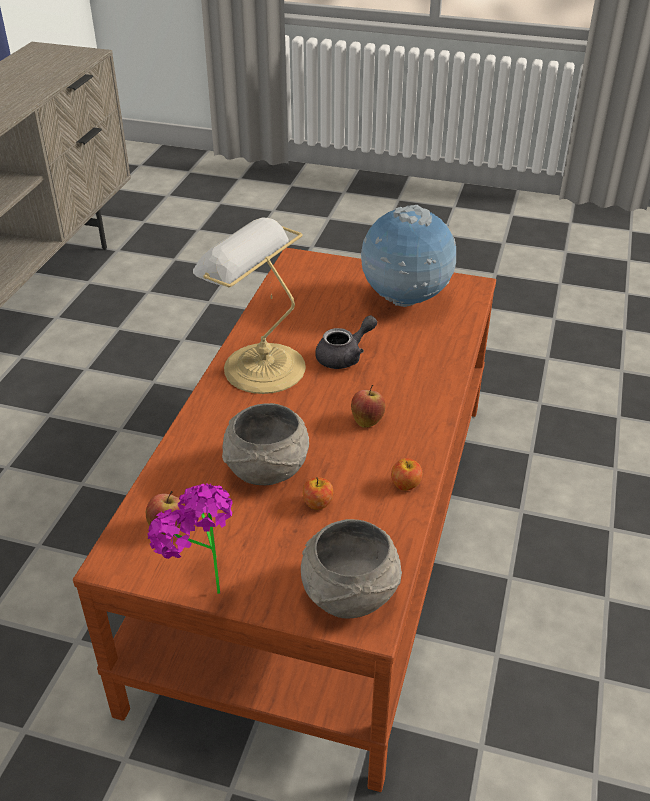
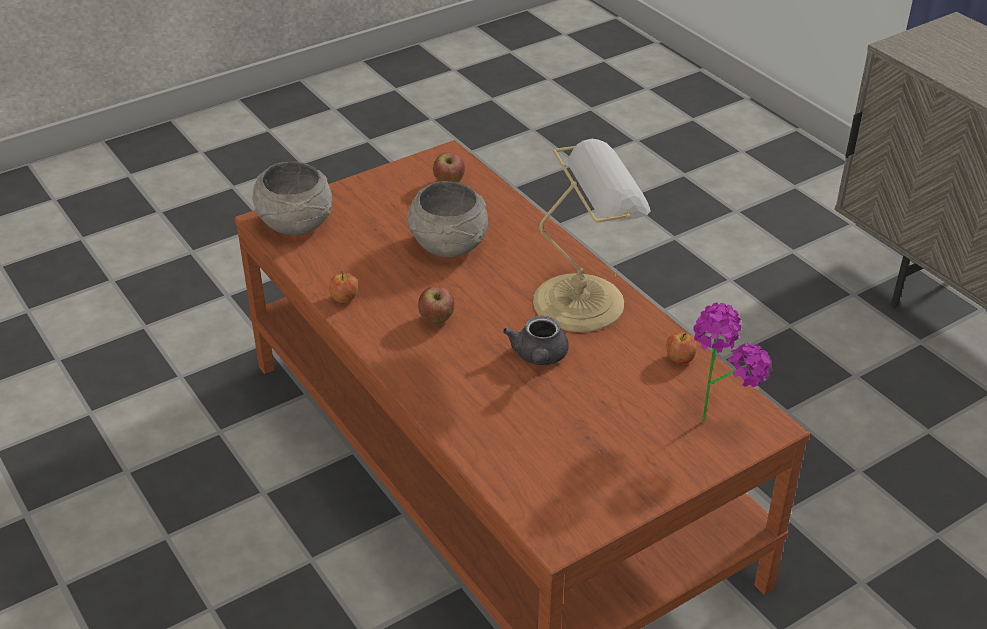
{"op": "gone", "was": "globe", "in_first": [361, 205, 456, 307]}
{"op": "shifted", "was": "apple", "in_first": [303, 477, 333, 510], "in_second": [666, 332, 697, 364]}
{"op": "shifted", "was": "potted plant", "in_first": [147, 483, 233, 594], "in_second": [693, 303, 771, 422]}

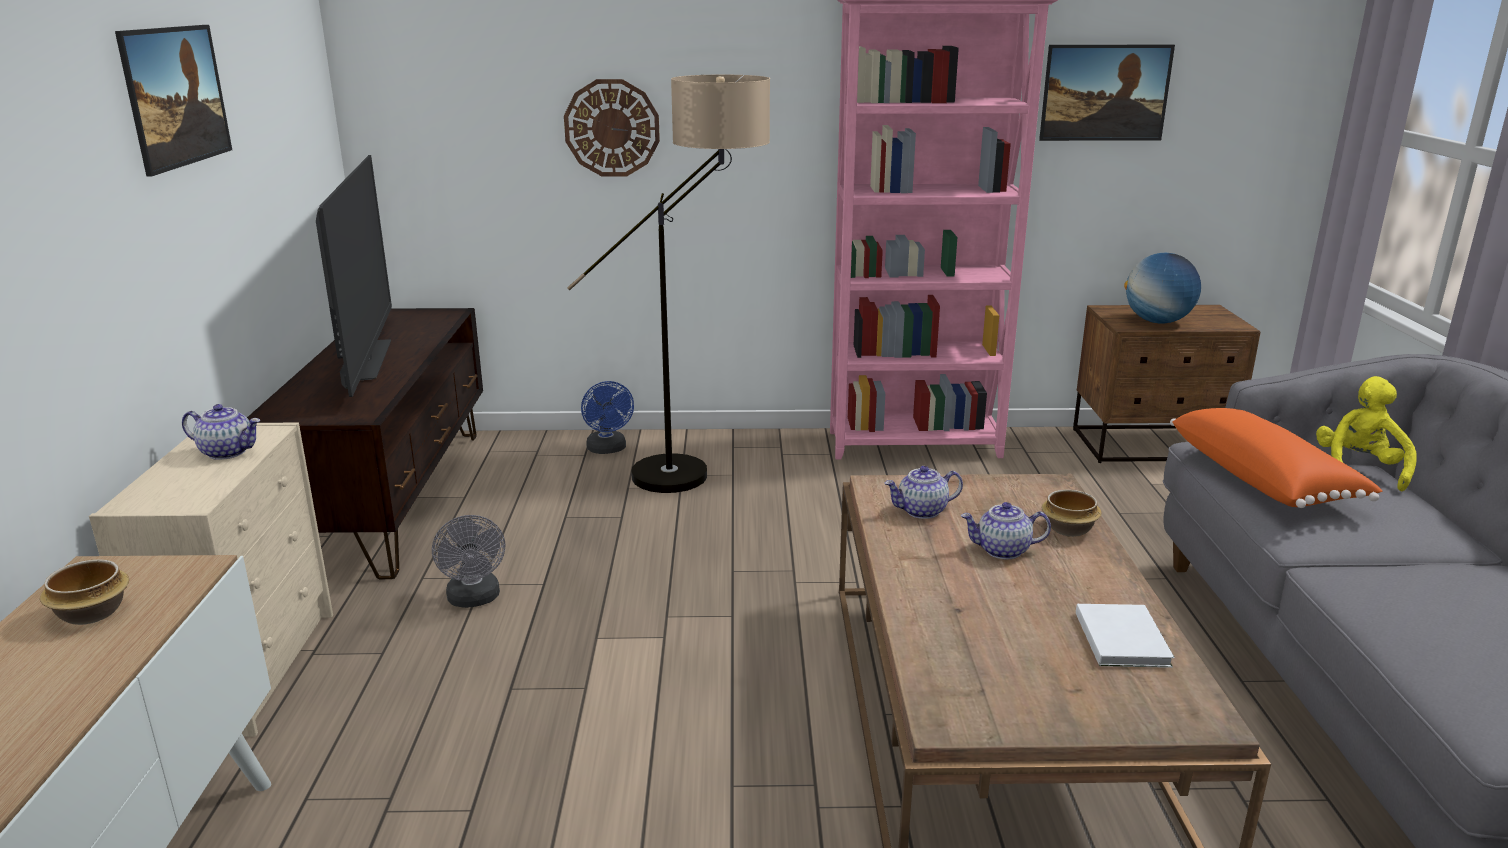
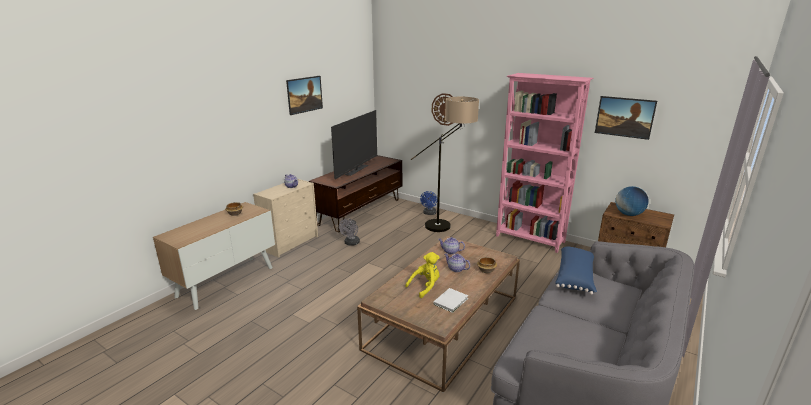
{"op": "shifted", "was": "plush toy in yellow", "in_first": [1316, 376, 1417, 491], "in_second": [405, 252, 440, 298]}
{"op": "repainted", "was": "pillow in orange", "now": "pillow in blue", "in_first": [1170, 408, 1382, 508], "in_second": [555, 246, 597, 295]}

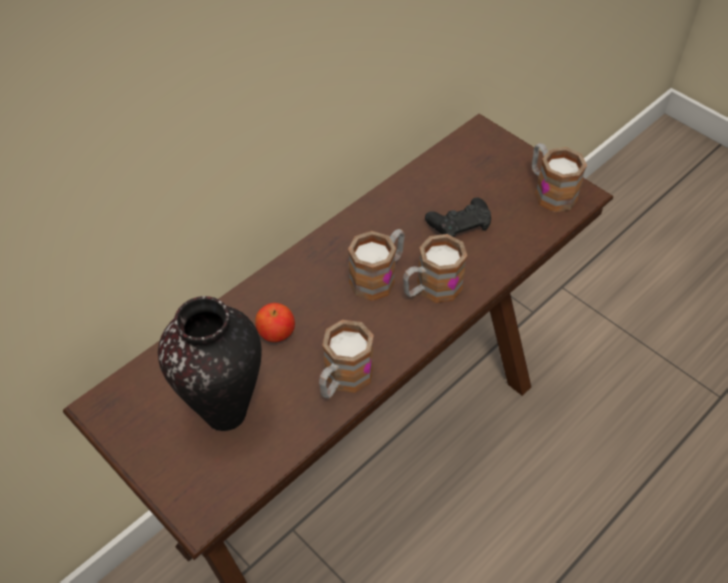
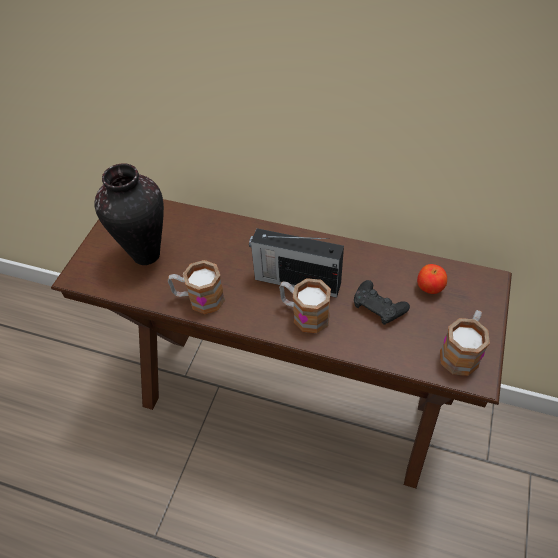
{"op": "swapped", "was": "mug", "now": "radio", "in_first": [348, 229, 405, 301], "in_second": [249, 228, 344, 298]}
{"op": "shifted", "was": "apple", "in_first": [255, 303, 295, 342], "in_second": [417, 264, 447, 294]}

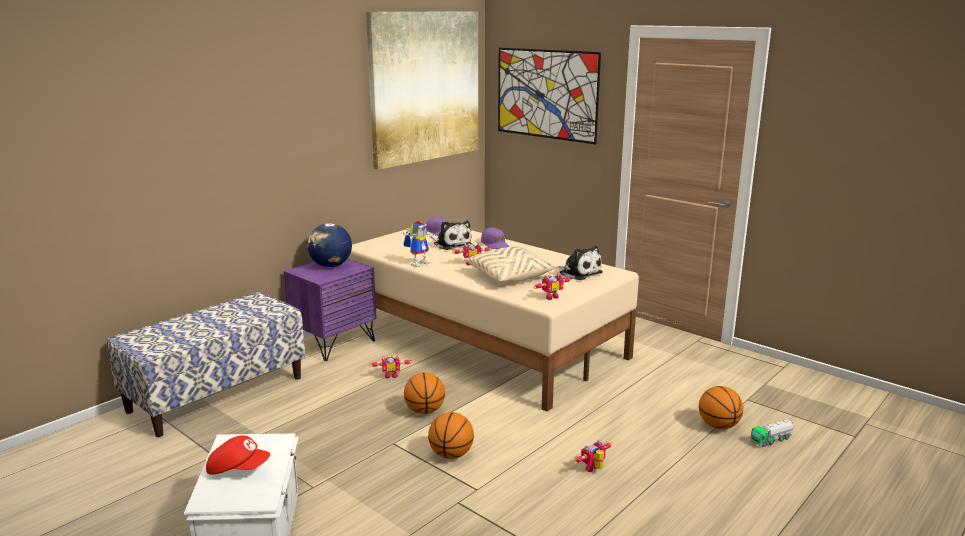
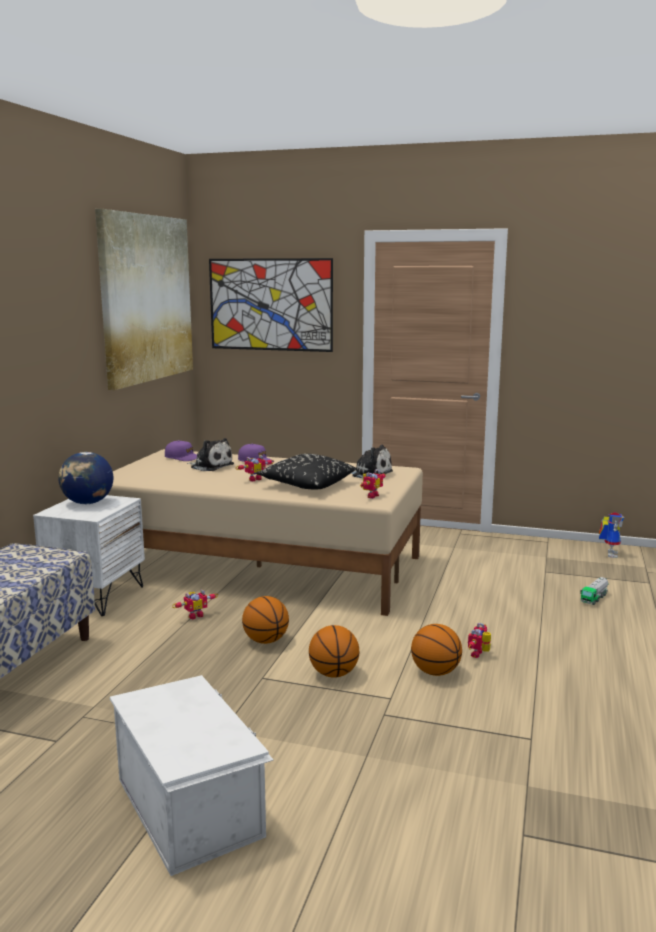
{"op": "shifted", "was": "toy robot", "in_first": [403, 221, 437, 267], "in_second": [599, 512, 624, 558]}
{"op": "repainted", "was": "pillow in beige", "now": "pillow in black", "in_first": [464, 246, 556, 283], "in_second": [256, 454, 356, 489]}
{"op": "repainted", "was": "nightstand in purple", "now": "nightstand in white", "in_first": [284, 259, 377, 361], "in_second": [33, 495, 145, 616]}
{"op": "shifted", "was": "basketball", "in_first": [699, 386, 743, 429], "in_second": [411, 624, 462, 676]}
{"op": "gone", "was": "cap in red", "in_first": [206, 435, 270, 474]}

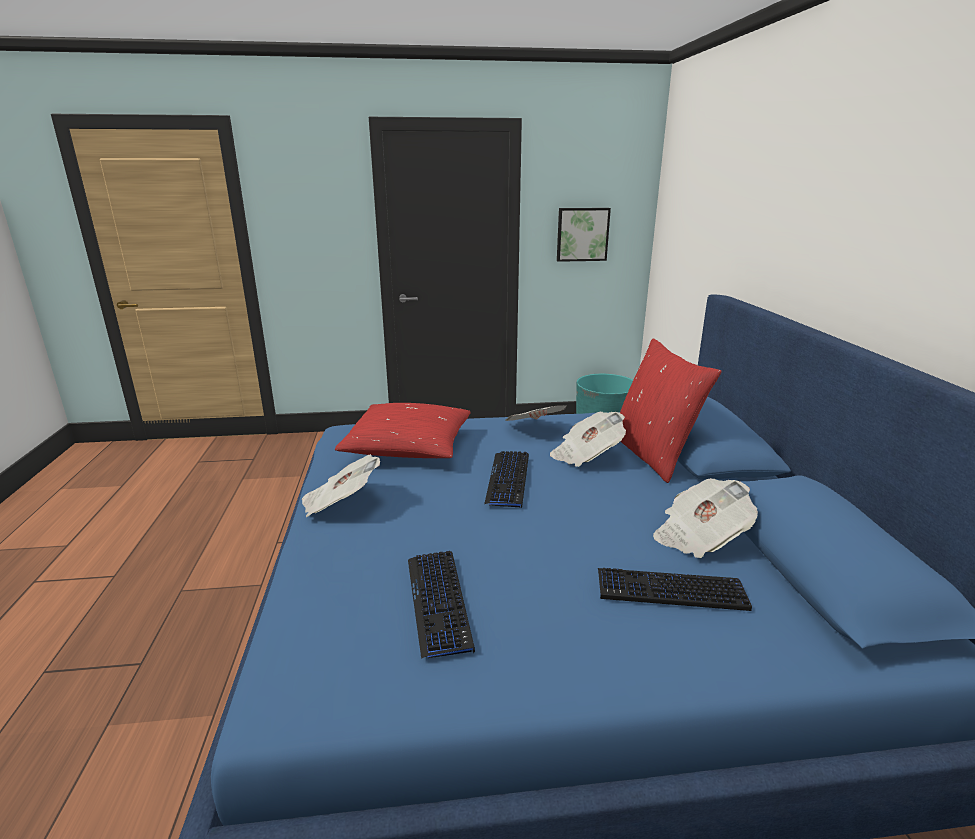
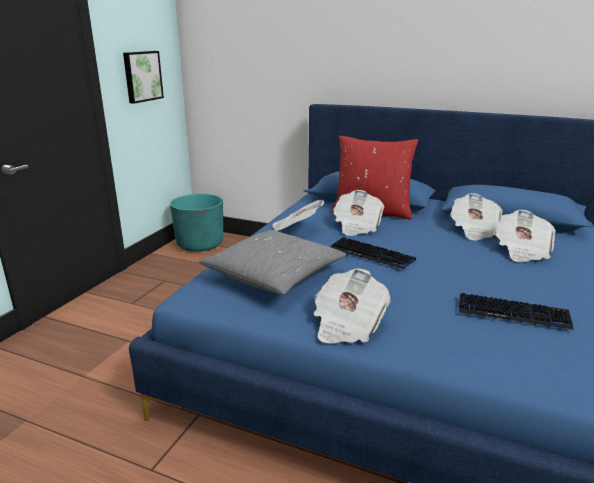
{"op": "repainted", "was": "pillow in red", "now": "pillow in grey", "in_first": [335, 403, 471, 458], "in_second": [199, 230, 347, 295]}
{"op": "swapped", "was": "keyboard", "now": "newspaper", "in_first": [598, 568, 752, 611], "in_second": [495, 210, 556, 262]}

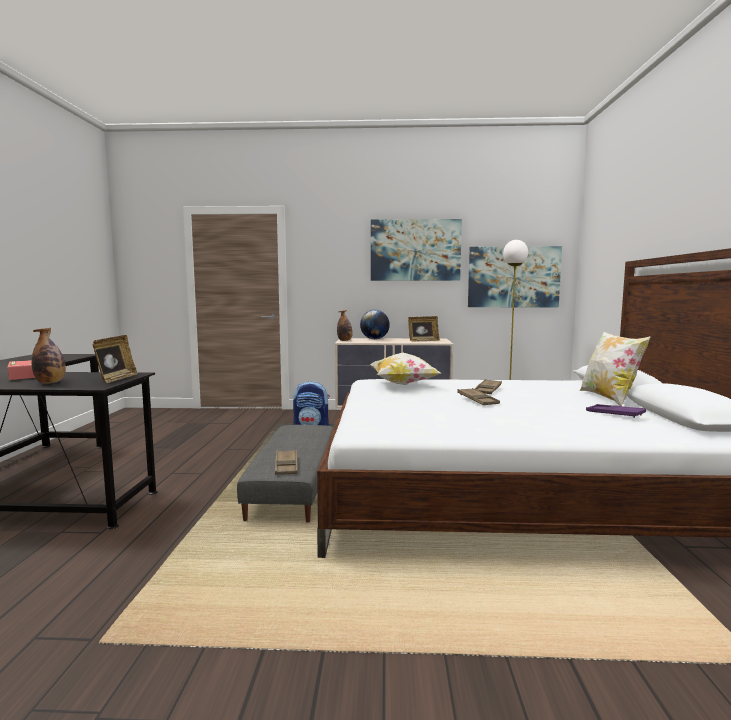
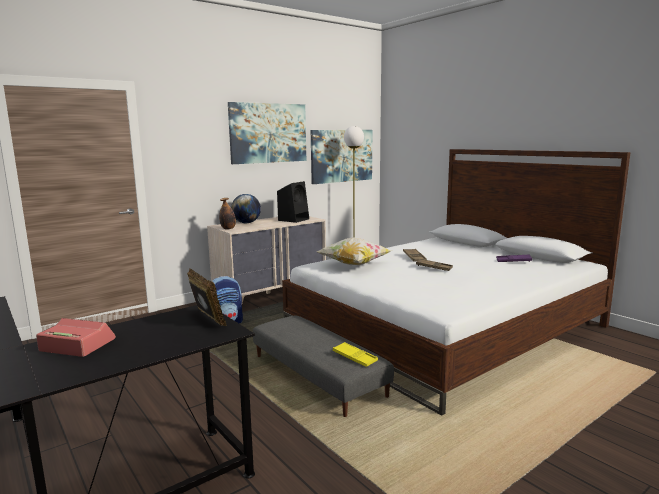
{"op": "swapped", "was": "picture frame", "now": "speaker in black", "in_first": [408, 316, 440, 342], "in_second": [277, 181, 309, 223]}
{"op": "gone", "was": "bottle", "in_first": [31, 328, 66, 384]}
{"op": "gone", "was": "pillow", "in_first": [580, 331, 651, 406]}
{"op": "repainted", "was": "tray in brown", "now": "tray in yellow", "in_first": [275, 450, 298, 475], "in_second": [333, 342, 378, 367]}

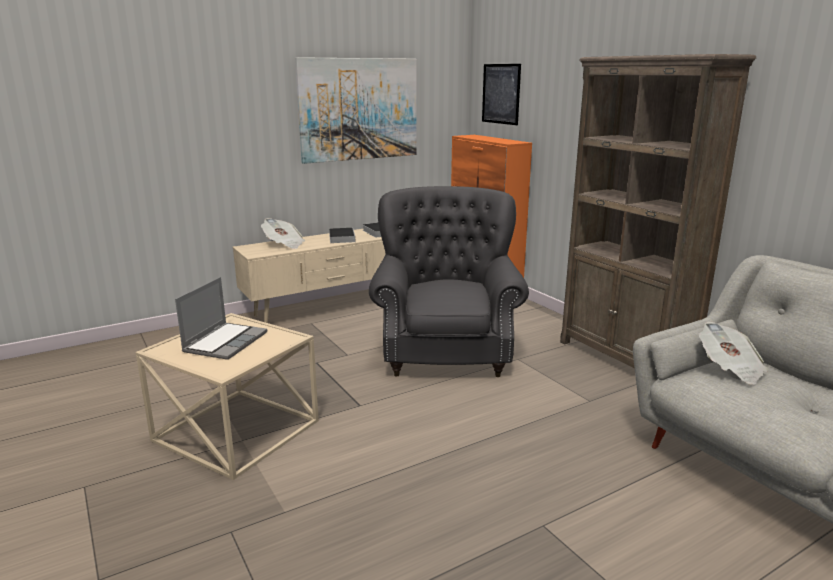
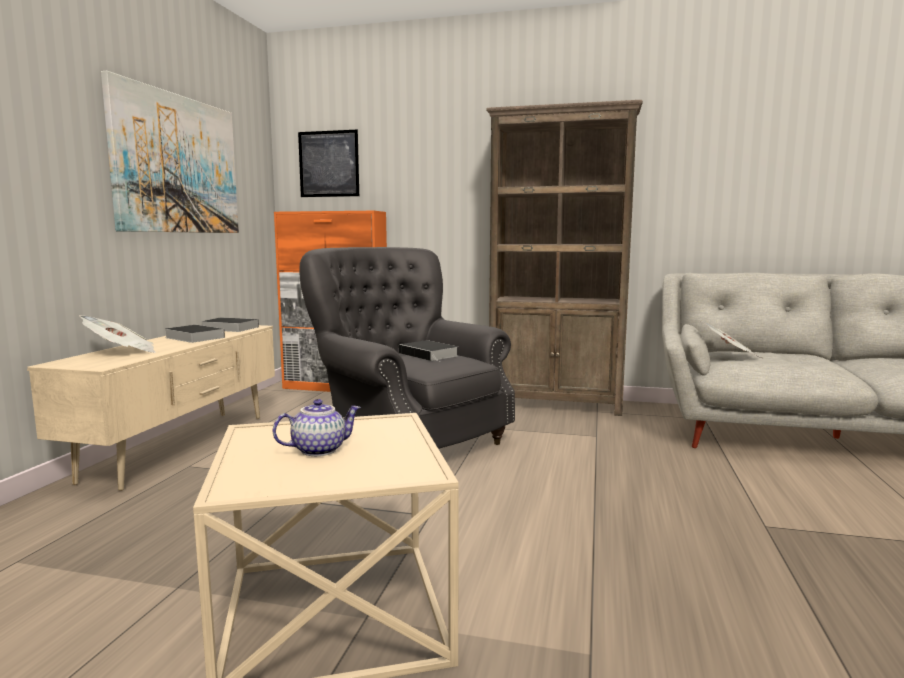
{"op": "swapped", "was": "laptop", "now": "teapot", "in_first": [175, 277, 267, 360], "in_second": [273, 399, 361, 456]}
{"op": "new", "now": "book", "in_second": [399, 340, 458, 362]}

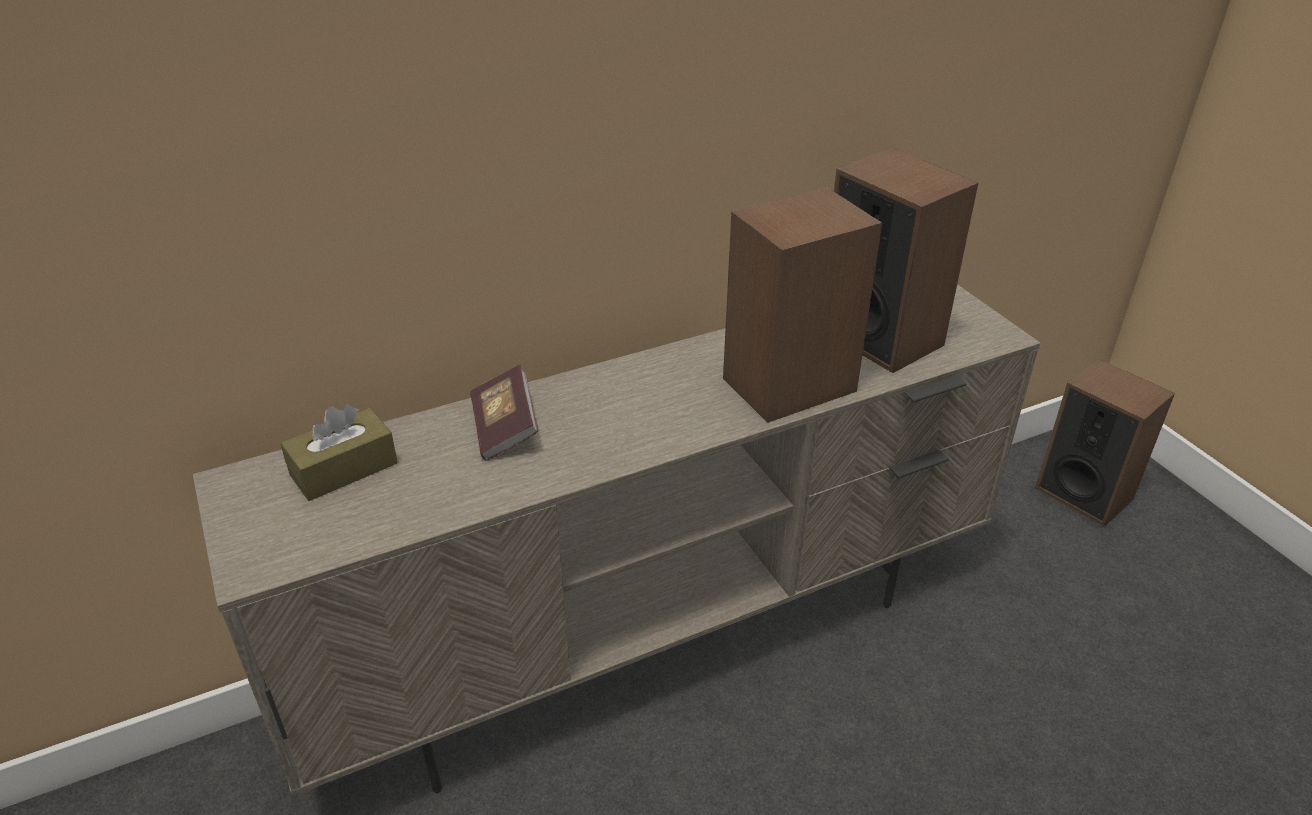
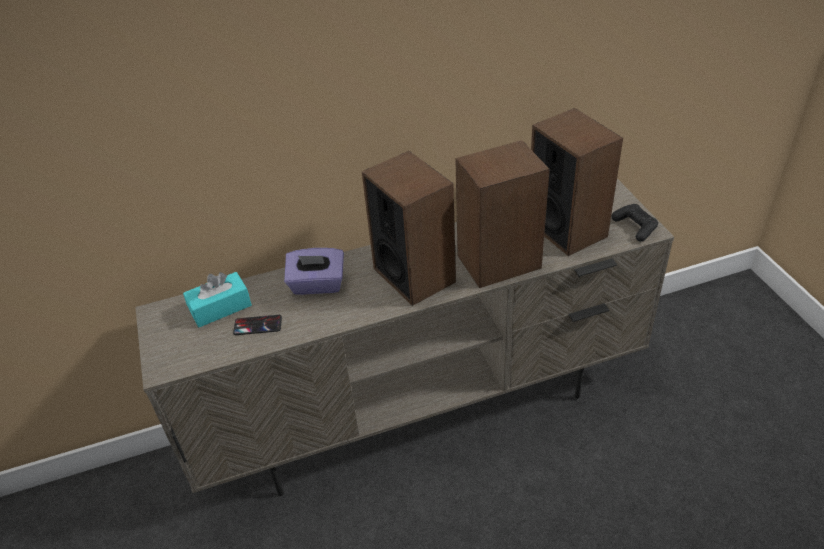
{"op": "shifted", "was": "speaker", "in_first": [1035, 359, 1175, 527], "in_second": [362, 151, 456, 306]}
{"op": "swapped", "was": "book", "now": "tissue box in purple", "in_first": [470, 365, 538, 461], "in_second": [284, 248, 344, 295]}
{"op": "repainted", "was": "tissue box in brown", "now": "tissue box in turquoise", "in_first": [281, 405, 398, 501], "in_second": [183, 272, 252, 328]}
{"op": "new", "now": "game controller in black", "in_second": [611, 204, 658, 242]}
{"op": "new", "now": "phone", "in_second": [233, 315, 282, 335]}

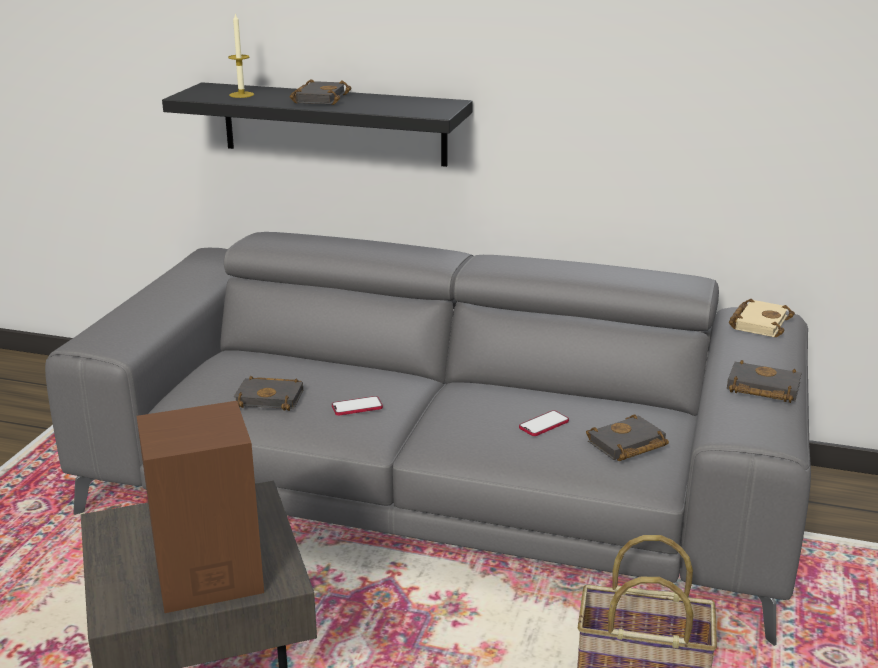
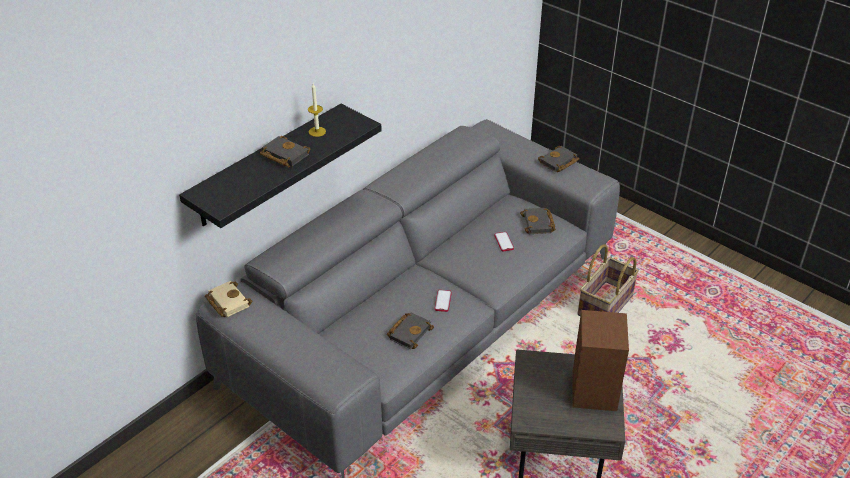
{"op": "shifted", "was": "candle", "in_first": [228, 12, 254, 98], "in_second": [308, 83, 326, 137]}
{"op": "shifted", "was": "book in beige", "in_first": [729, 299, 795, 337], "in_second": [205, 281, 252, 317]}

